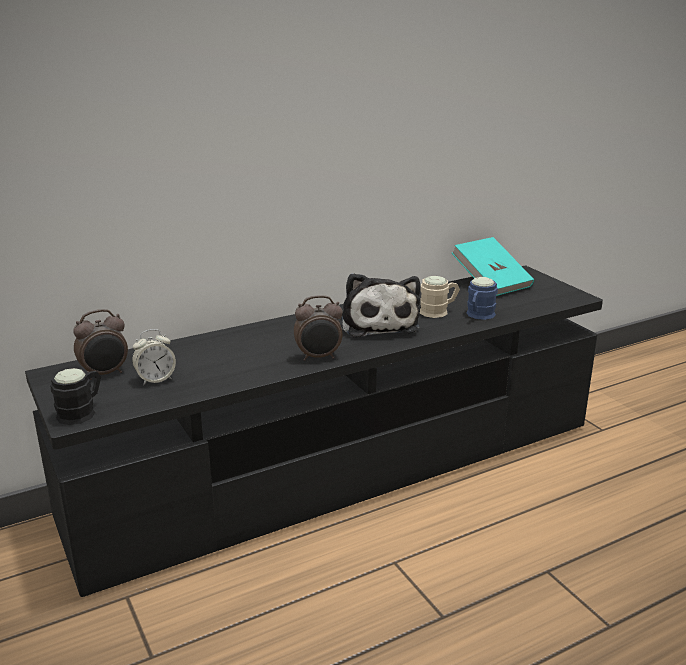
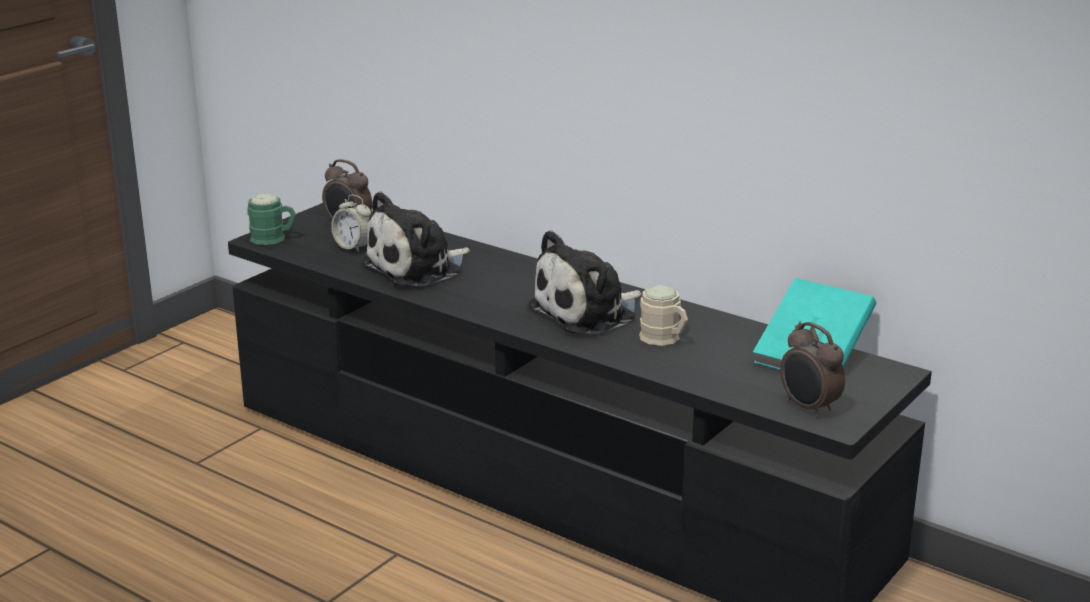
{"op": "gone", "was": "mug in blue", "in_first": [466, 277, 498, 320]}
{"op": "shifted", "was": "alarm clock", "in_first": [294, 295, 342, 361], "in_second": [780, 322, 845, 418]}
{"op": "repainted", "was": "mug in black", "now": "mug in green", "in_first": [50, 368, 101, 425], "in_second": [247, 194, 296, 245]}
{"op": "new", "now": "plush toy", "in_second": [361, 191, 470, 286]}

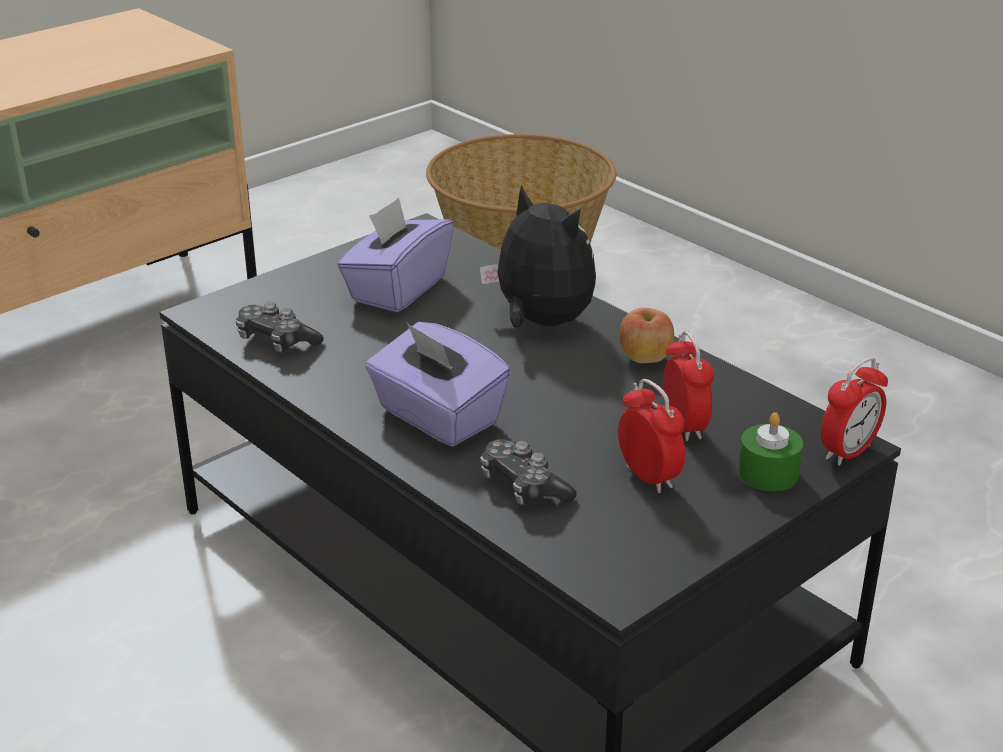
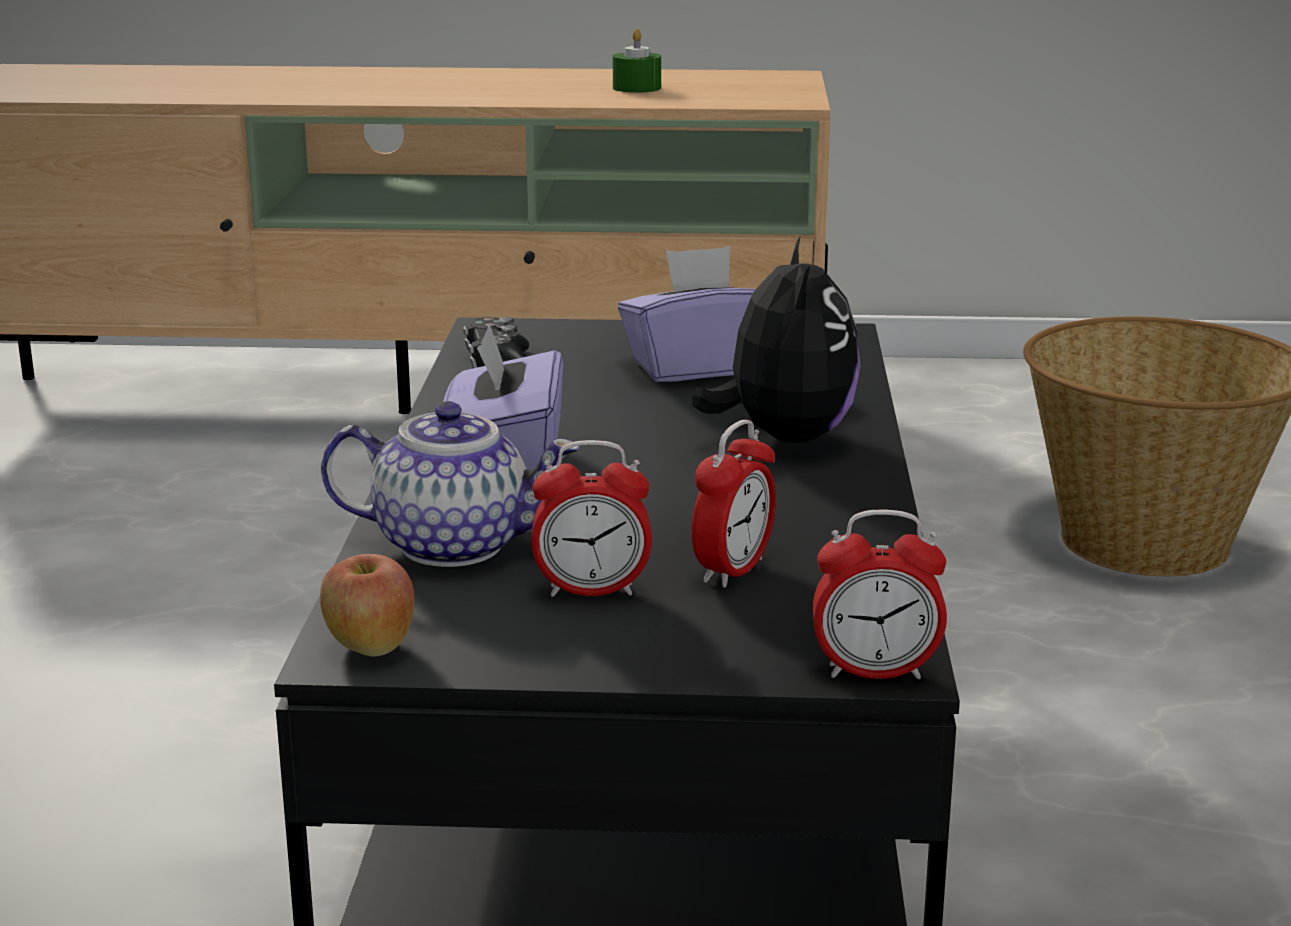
{"op": "shifted", "was": "apple", "in_first": [619, 308, 674, 363], "in_second": [320, 554, 415, 657]}
{"op": "rotated", "was": "alarm clock", "in_first": [618, 379, 685, 493], "in_second": [531, 440, 652, 597], "clockwise": 75}
{"op": "shifted", "was": "candle in green", "in_first": [738, 412, 803, 491], "in_second": [613, 29, 661, 93]}
{"op": "swapped", "was": "game controller", "now": "teapot", "in_first": [480, 439, 577, 506], "in_second": [321, 401, 580, 567]}

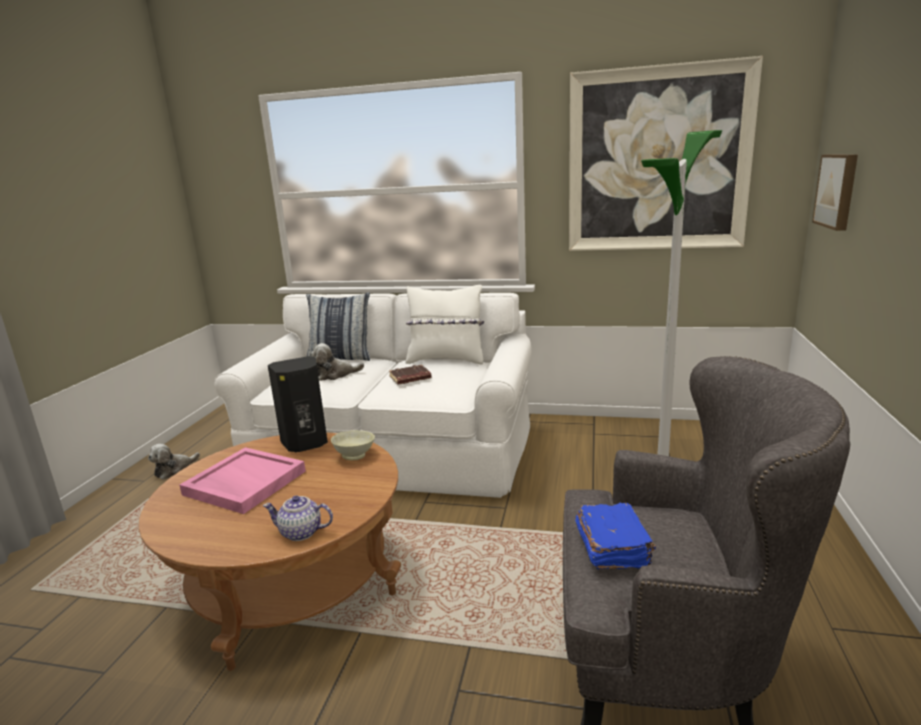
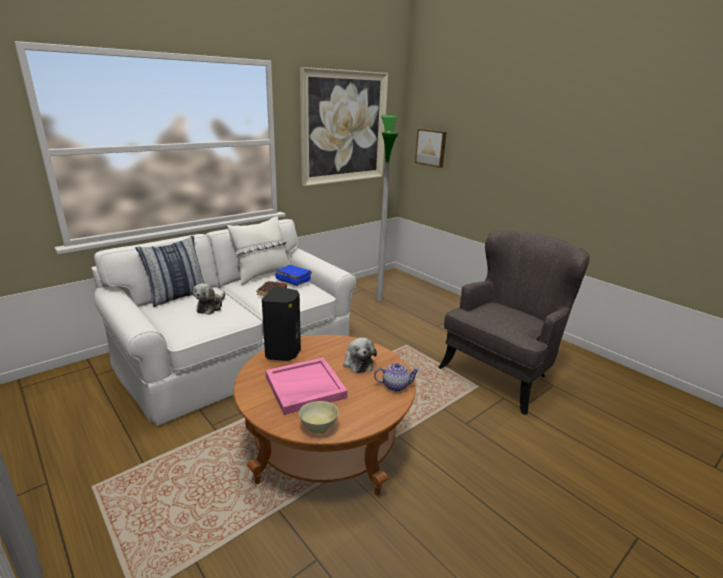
{"op": "shifted", "was": "bowl in beige", "in_first": [331, 430, 375, 461], "in_second": [298, 401, 339, 433]}
{"op": "shifted", "was": "plush toy", "in_first": [148, 444, 200, 479], "in_second": [343, 337, 377, 373]}
{"op": "rotated", "was": "teapot", "in_first": [263, 496, 333, 541], "in_second": [374, 363, 420, 391], "clockwise": -135}
{"op": "shifted", "was": "book in blue", "in_first": [575, 502, 656, 570], "in_second": [275, 265, 312, 286]}

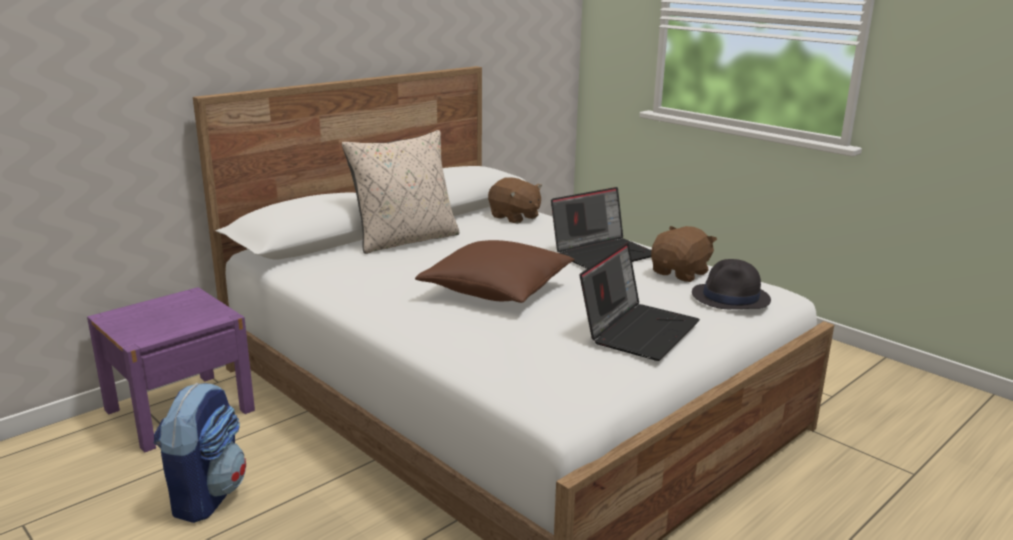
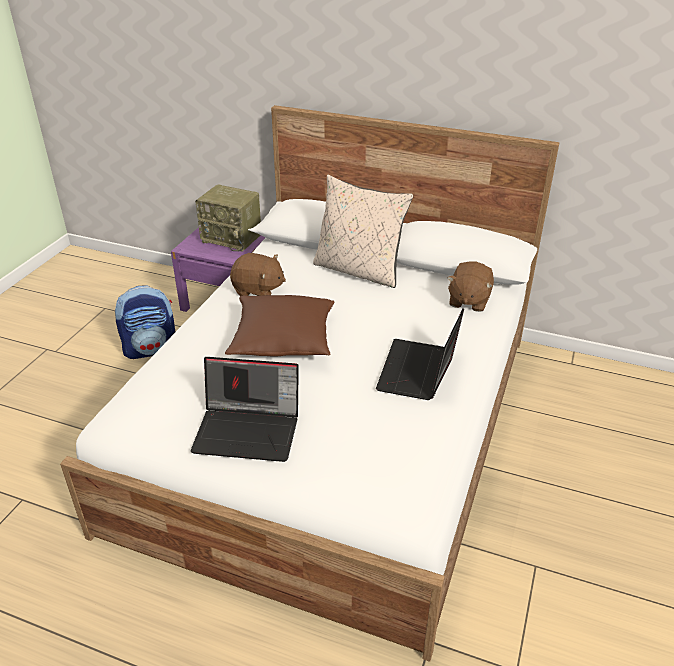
{"op": "rotated", "was": "laptop", "in_first": [551, 187, 651, 269], "in_second": [376, 308, 464, 400], "clockwise": 75}
{"op": "shifted", "was": "plush toy in brown", "in_first": [651, 226, 717, 282], "in_second": [230, 253, 286, 296]}
{"op": "gone", "was": "hat in black", "in_first": [692, 259, 771, 309]}
{"op": "new", "now": "radio", "in_second": [195, 184, 261, 252]}

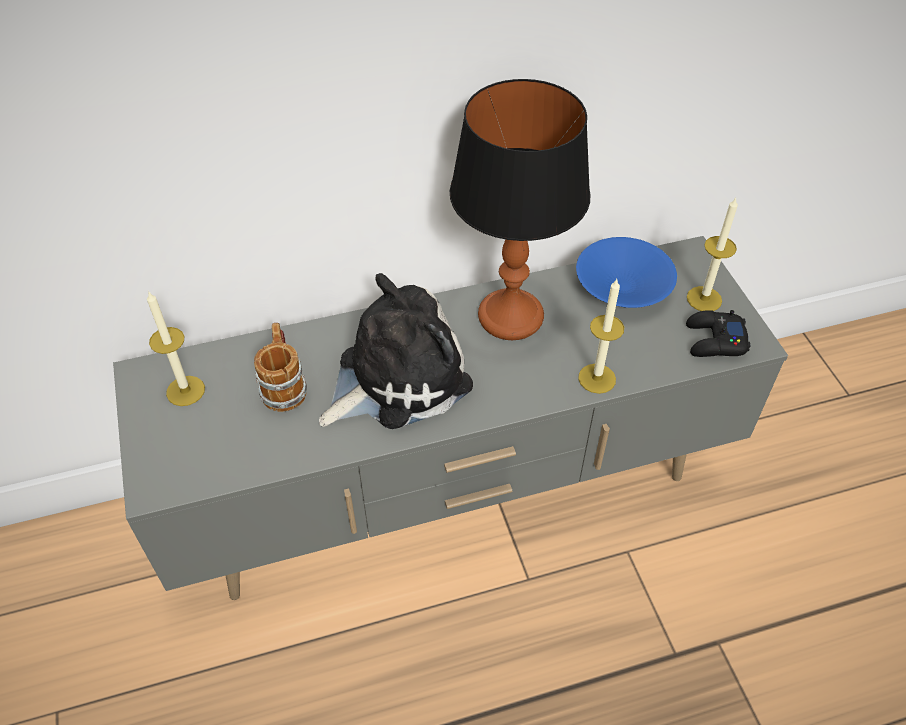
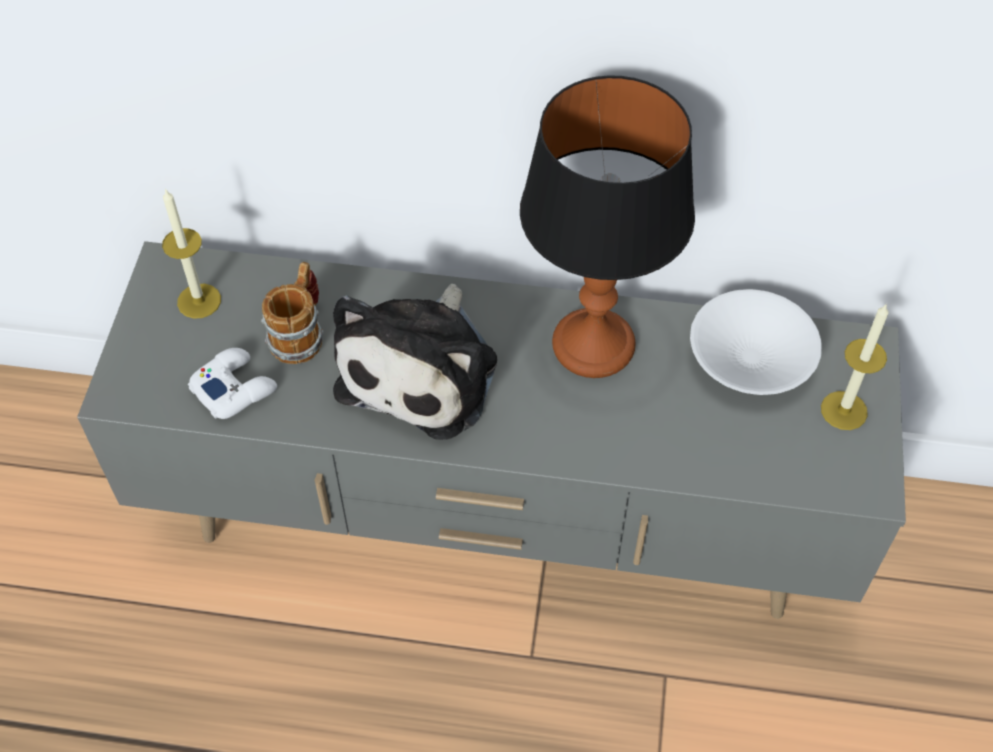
{"op": "repainted", "was": "bowl in blue", "now": "bowl in white", "in_first": [576, 237, 677, 308], "in_second": [690, 289, 822, 395]}
{"op": "rotated", "was": "plush toy", "in_first": [319, 273, 473, 429], "in_second": [333, 284, 497, 440], "clockwise": 120}
{"op": "gone", "was": "candle", "in_first": [578, 279, 624, 394]}
{"op": "gone", "was": "game controller in black", "in_first": [686, 310, 751, 357]}
{"op": "new", "now": "game controller in white", "in_second": [188, 348, 277, 419]}

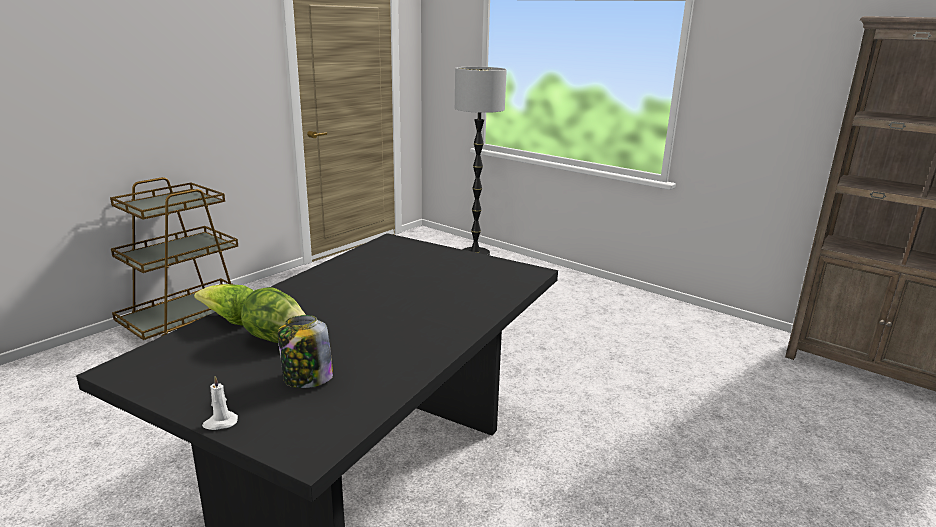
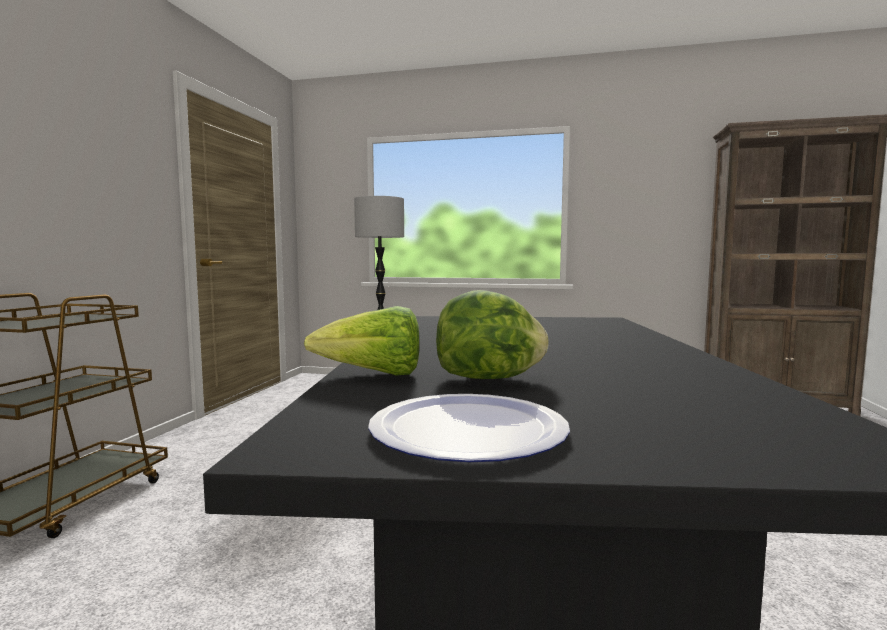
{"op": "gone", "was": "jar", "in_first": [278, 315, 333, 388]}
{"op": "gone", "was": "candle in white", "in_first": [202, 376, 238, 430]}
{"op": "new", "now": "plate", "in_second": [368, 394, 570, 462]}

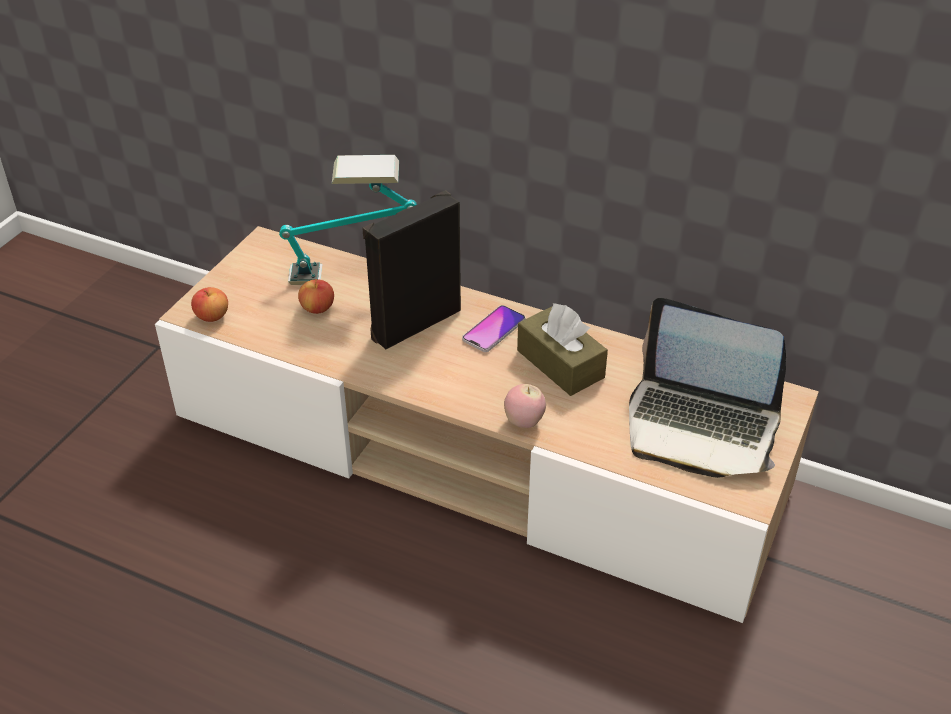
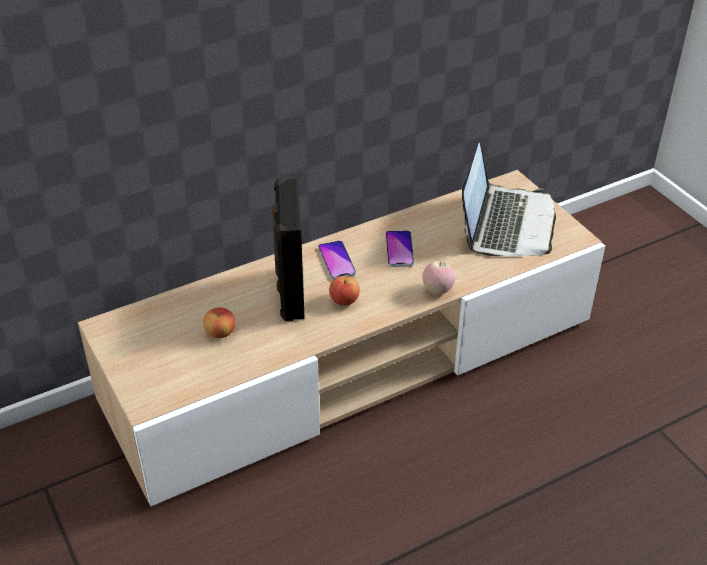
{"op": "gone", "was": "table lamp", "in_first": [279, 155, 417, 285]}
{"op": "shifted", "was": "apple", "in_first": [191, 287, 228, 322], "in_second": [329, 276, 360, 306]}
{"op": "rotated", "was": "laptop", "in_first": [629, 298, 786, 478], "in_second": [462, 143, 556, 256], "clockwise": -45}
{"op": "swapped", "was": "tissue box in brown", "now": "phone", "in_first": [517, 303, 608, 396], "in_second": [385, 231, 414, 267]}

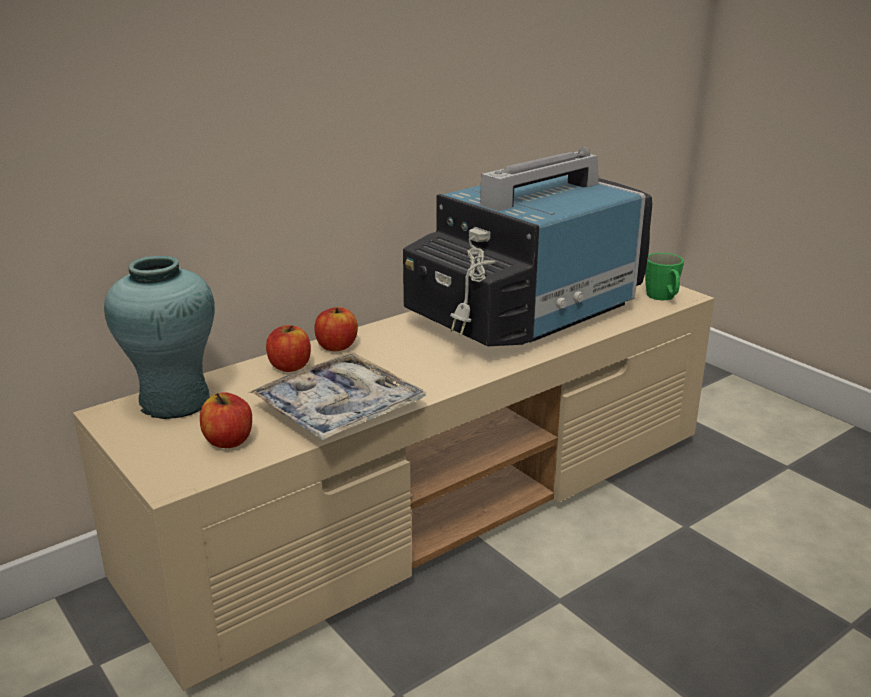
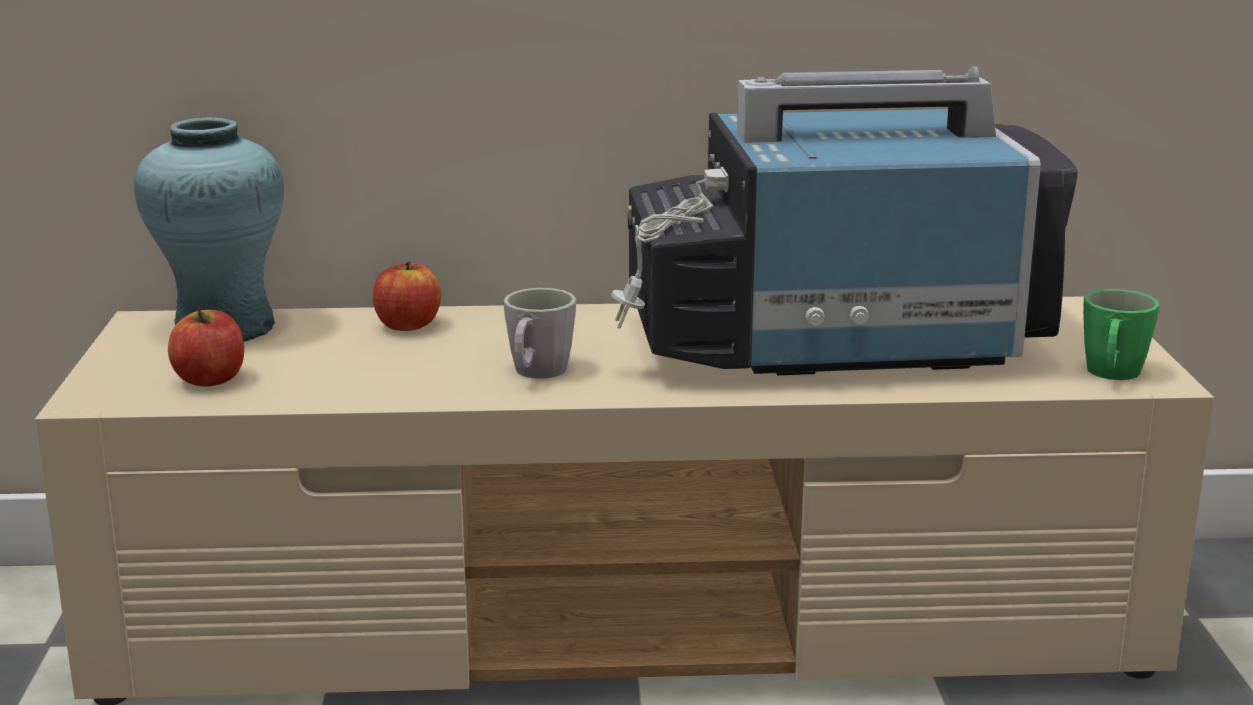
{"op": "gone", "was": "apple", "in_first": [314, 307, 358, 351]}
{"op": "gone", "was": "tray", "in_first": [249, 353, 427, 441]}
{"op": "new", "now": "mug in grey", "in_second": [503, 288, 576, 379]}

